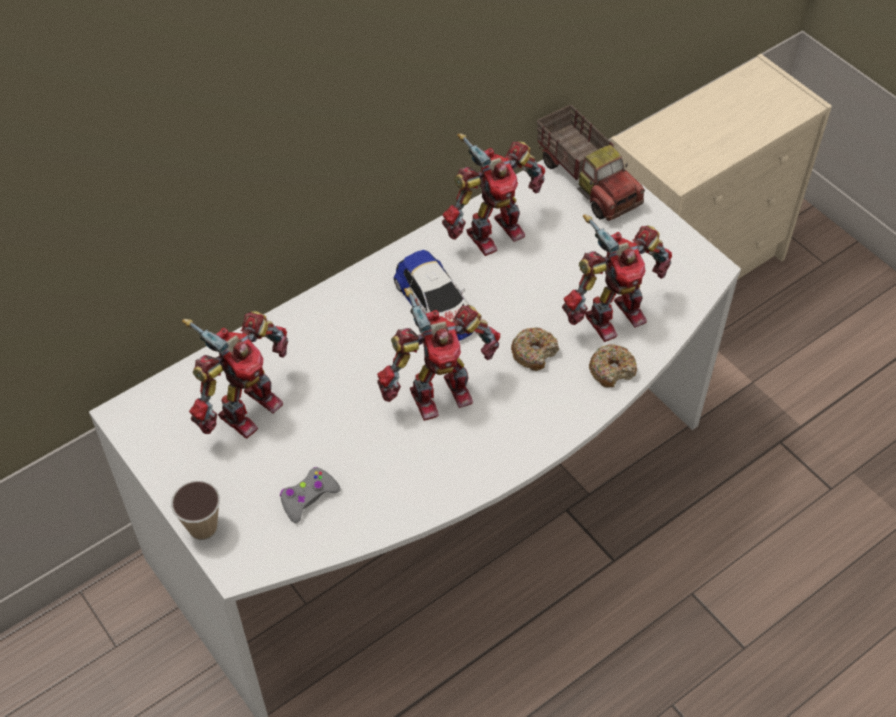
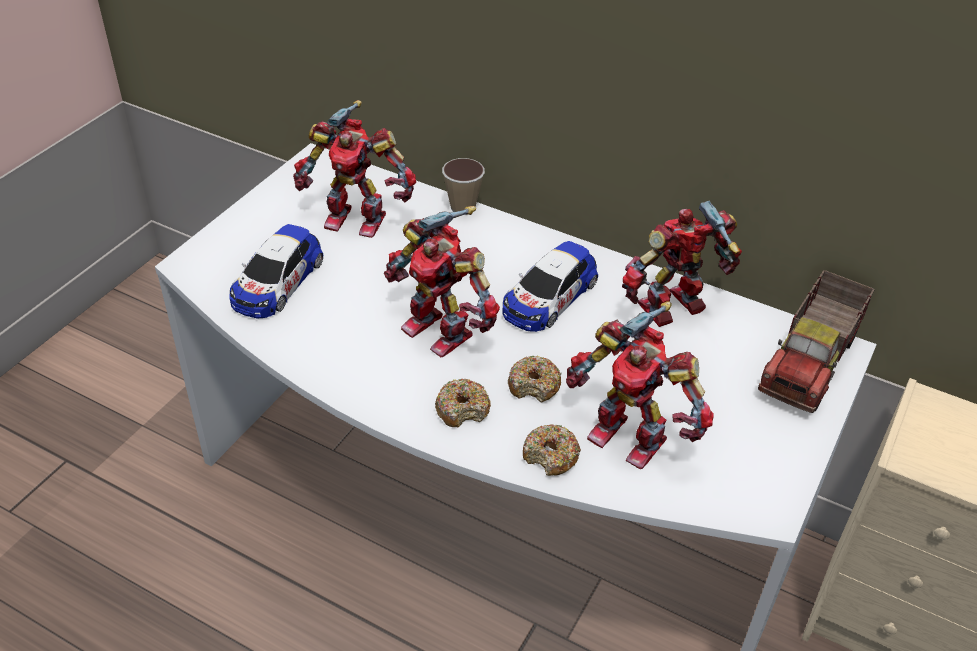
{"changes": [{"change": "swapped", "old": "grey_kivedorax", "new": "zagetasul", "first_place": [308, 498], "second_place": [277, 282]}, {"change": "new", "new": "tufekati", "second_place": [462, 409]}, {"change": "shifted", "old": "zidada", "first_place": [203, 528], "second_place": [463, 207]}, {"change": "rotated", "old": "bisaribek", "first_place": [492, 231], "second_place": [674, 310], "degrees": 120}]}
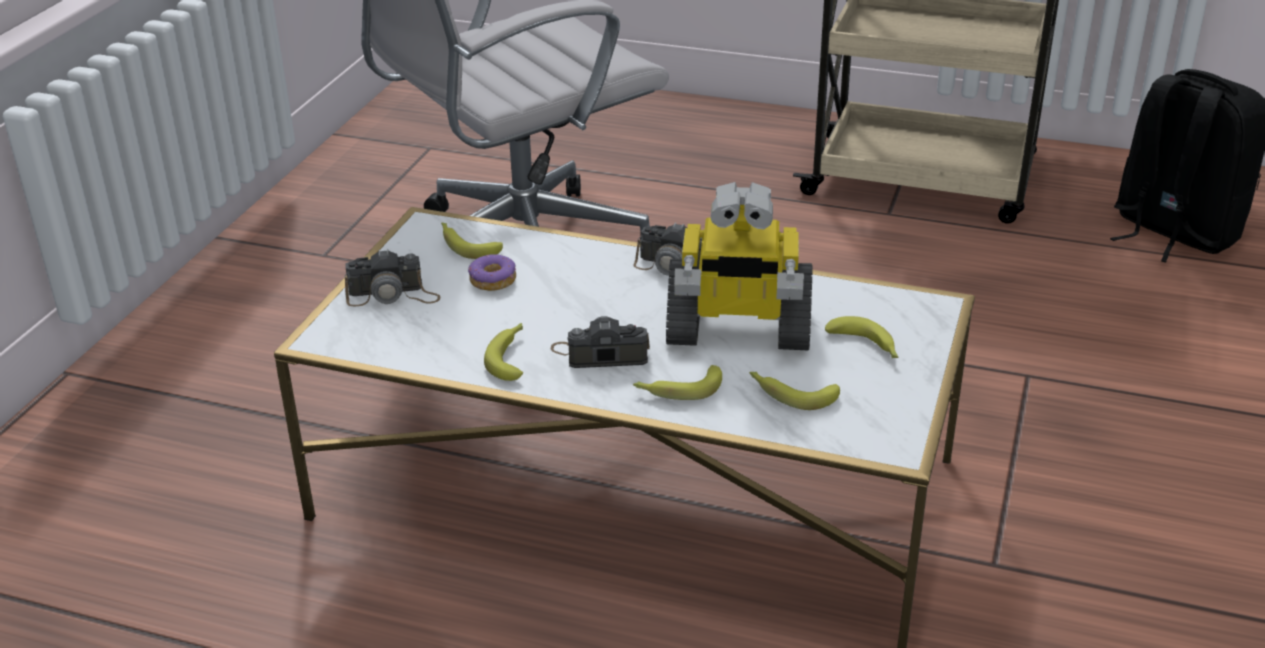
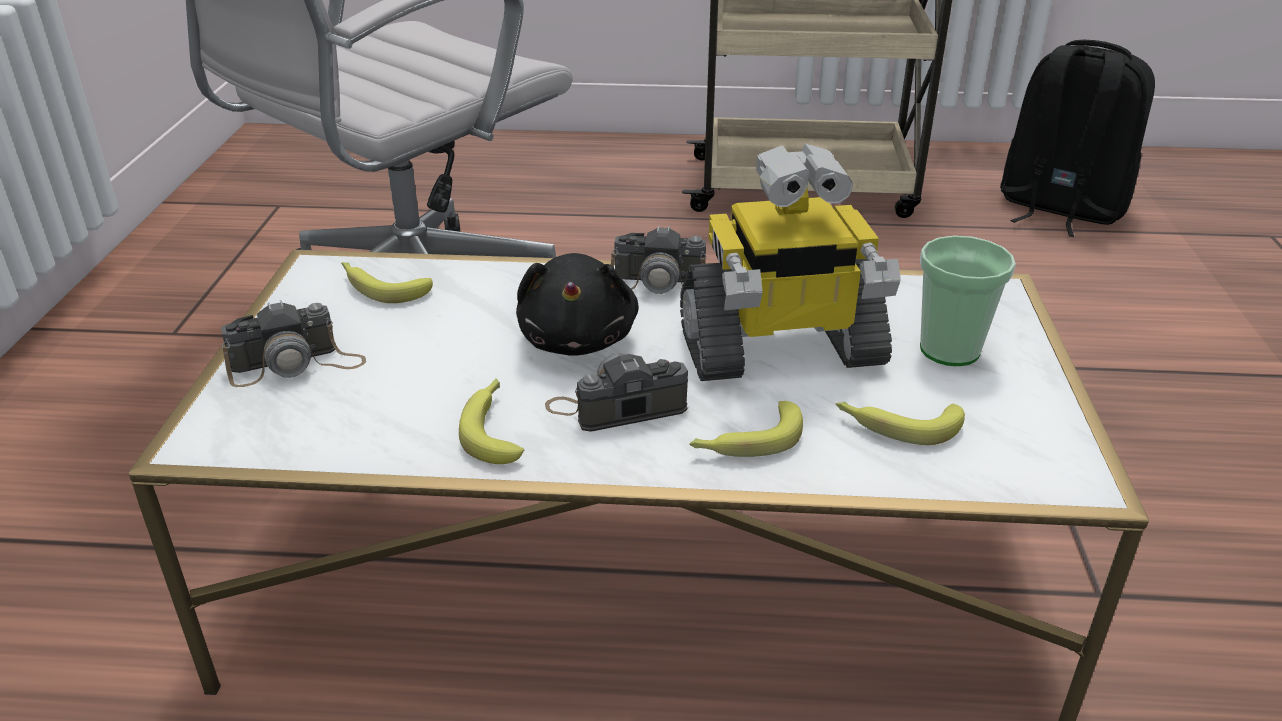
{"changes": [{"change": "new", "new": "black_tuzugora", "second_place": [578, 339]}, {"change": "swapped", "old": "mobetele", "new": "zidada", "first_place": [866, 346], "second_place": [949, 350]}, {"change": "gone", "old": "tufekati", "first_place": [493, 280]}]}
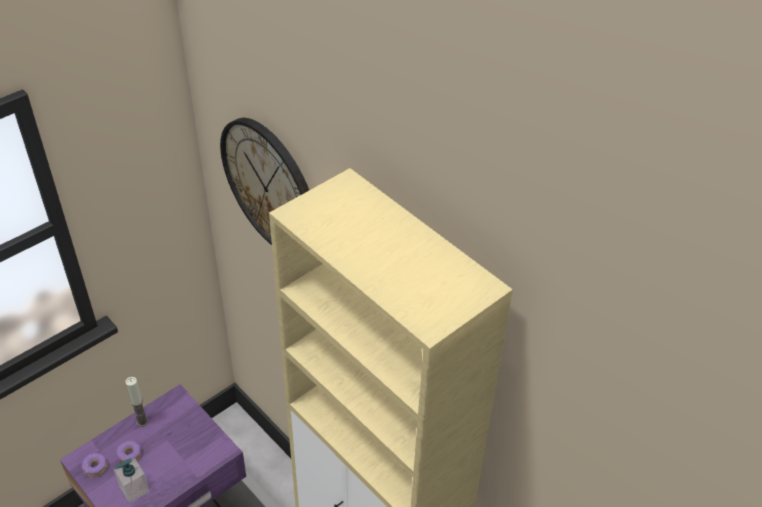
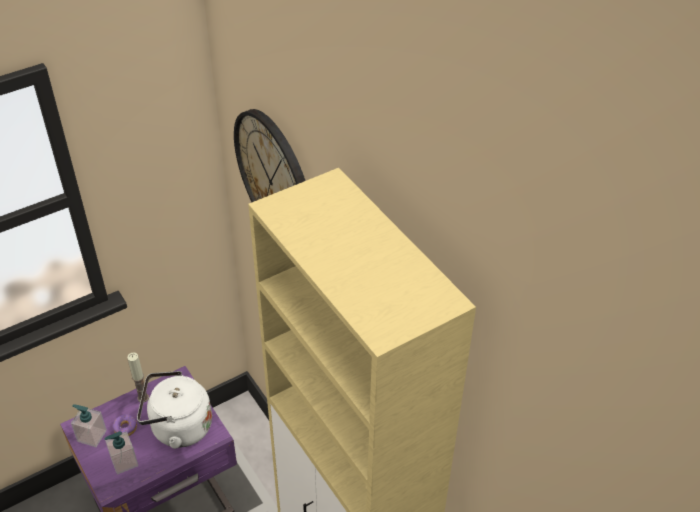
{"changes": [{"change": "swapped", "old": "tufekati", "new": "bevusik", "first_place": [95, 467], "second_place": [92, 436]}, {"change": "new", "new": "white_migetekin", "second_place": [177, 427]}]}
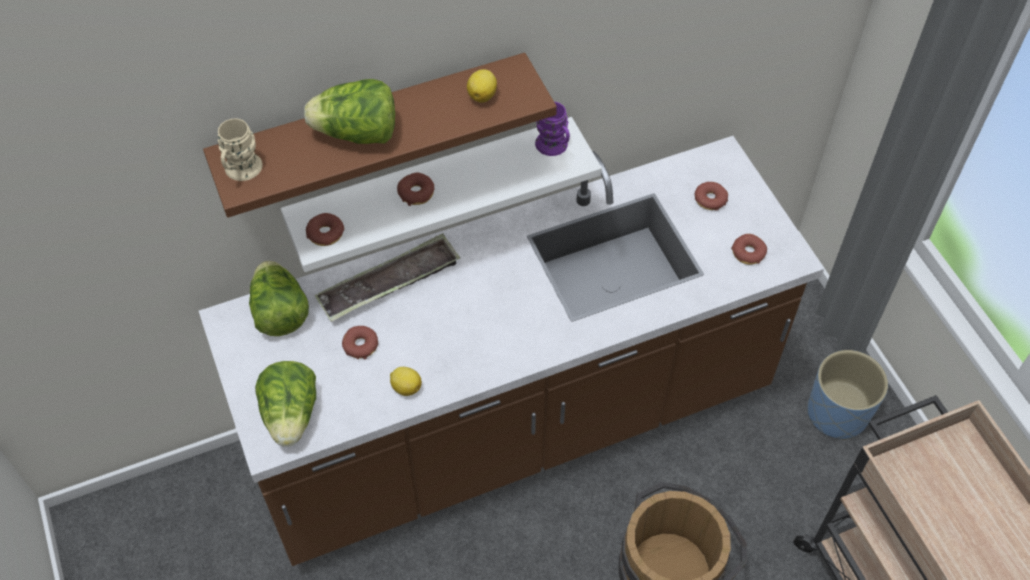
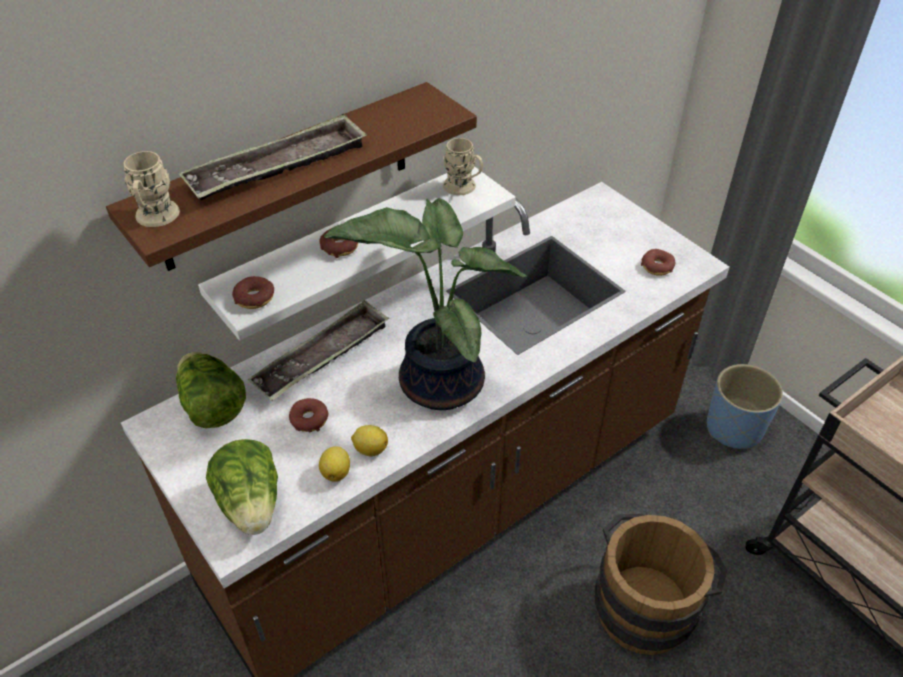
{"changes": [{"change": "swapped", "old": "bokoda", "new": "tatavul", "first_place": [357, 134], "second_place": [278, 167]}, {"change": "shifted", "old": "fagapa", "first_place": [482, 95], "second_place": [336, 472]}, {"change": "new", "new": "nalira", "second_place": [436, 381]}, {"change": "repainted", "old": "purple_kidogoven", "new": "beige_kidogoven", "first_place": [554, 148], "second_place": [464, 188]}, {"change": "gone", "old": "tufekati", "first_place": [710, 199]}]}
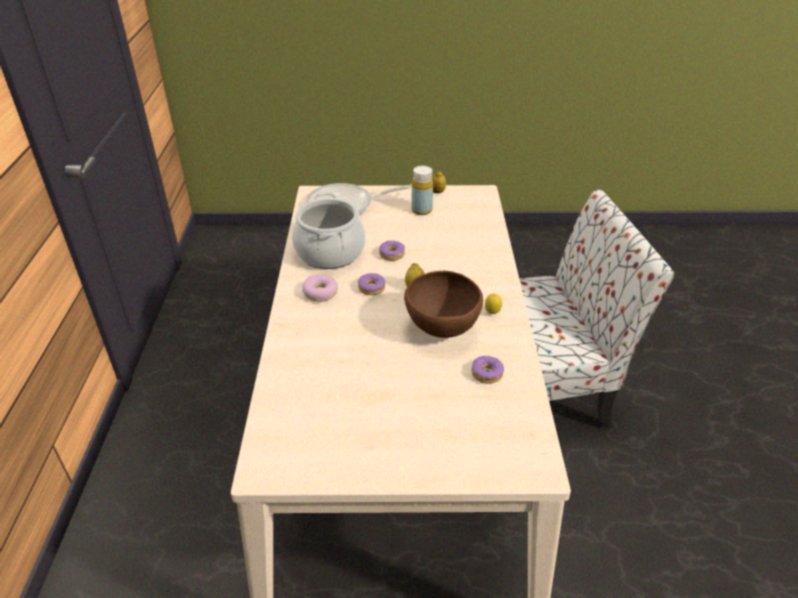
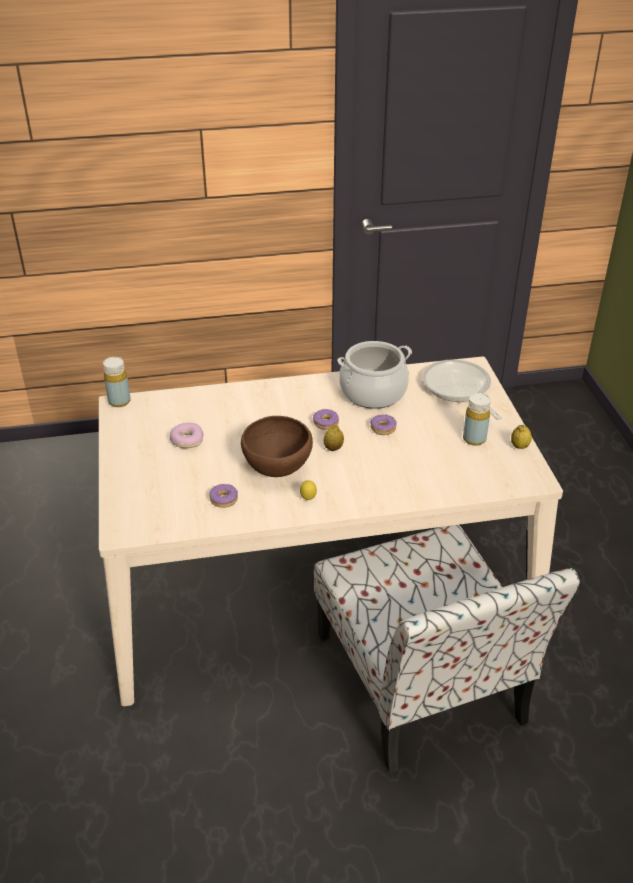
{"changes": [{"change": "new", "new": "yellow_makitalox", "second_place": [119, 401]}, {"change": "shifted", "old": "tufekati", "first_place": [320, 293], "second_place": [187, 440]}]}
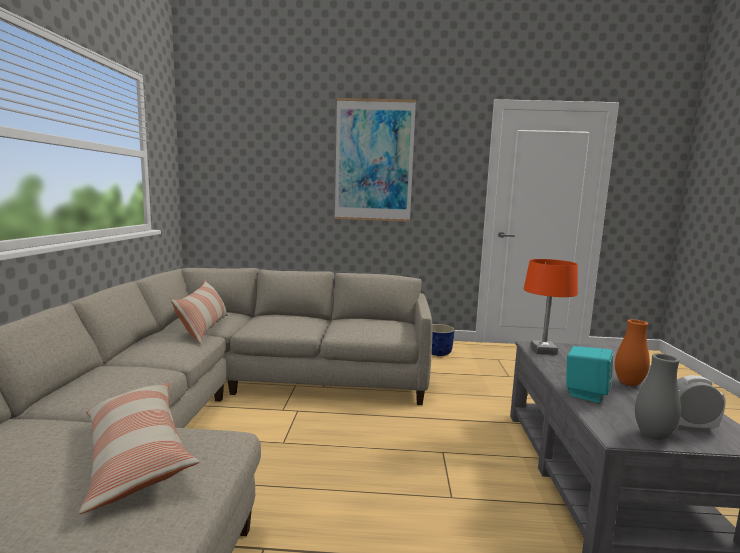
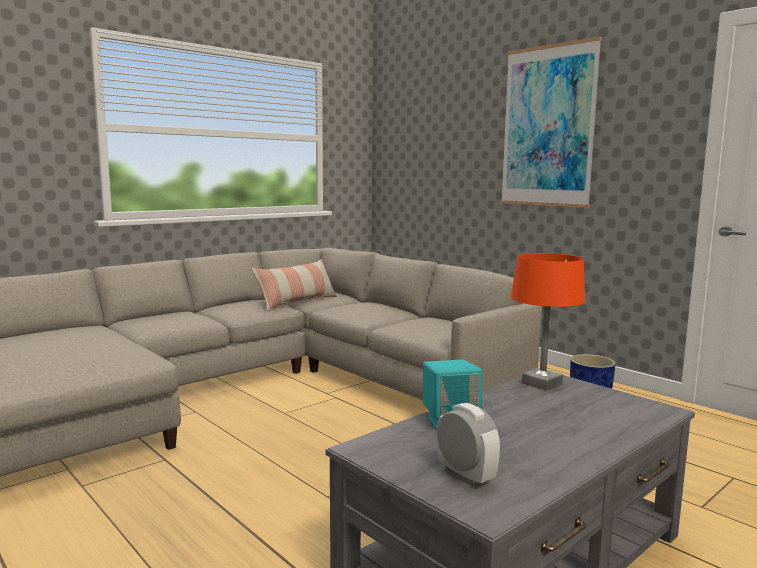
{"changes": [{"change": "gone", "old": "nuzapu", "first_place": [136, 454]}, {"change": "gone", "old": "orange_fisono", "first_place": [628, 383]}, {"change": "gone", "old": "grey_fisono", "first_place": [653, 435]}]}
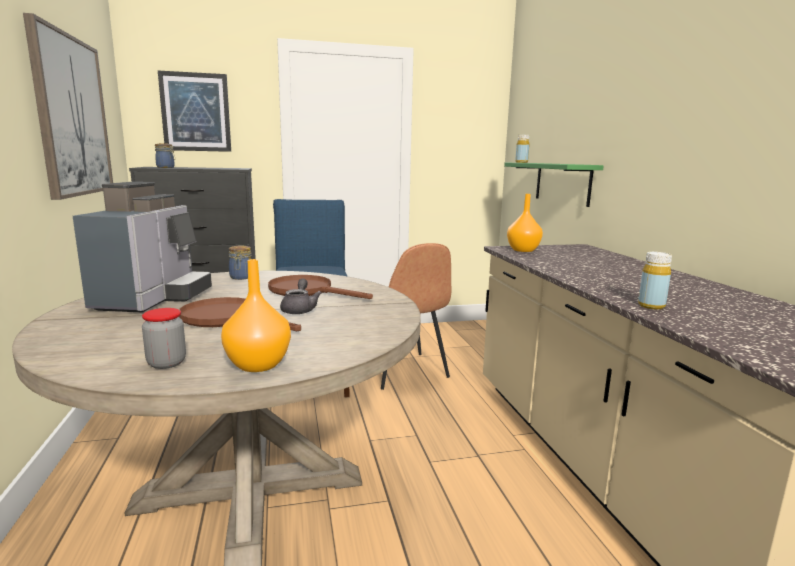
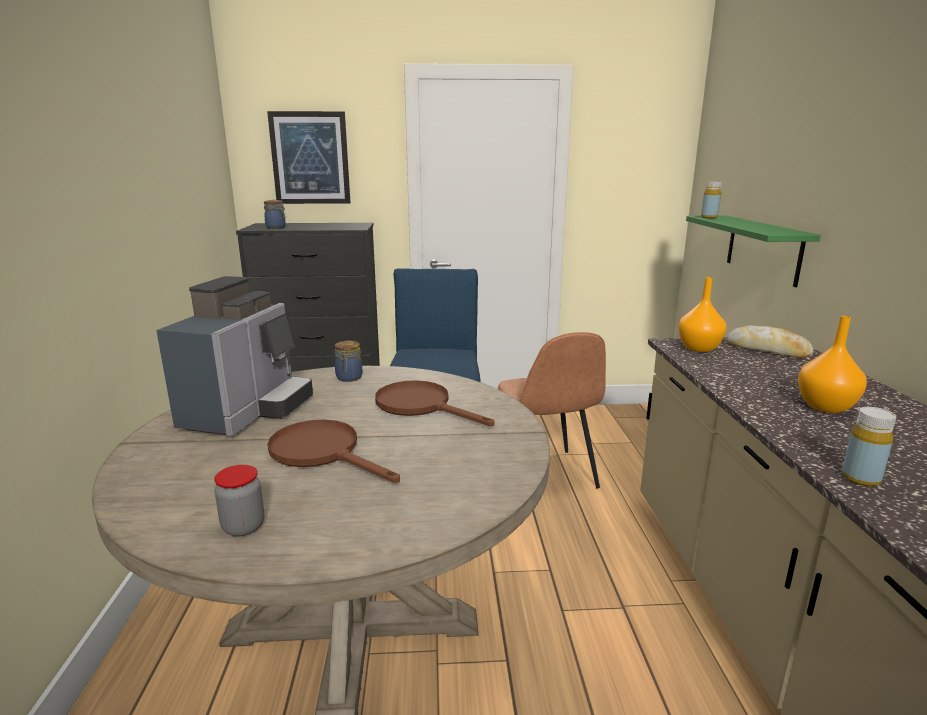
{"changes": [{"change": "new", "new": "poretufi", "second_place": [767, 350]}, {"change": "shifted", "old": "orange_fisono", "first_place": [258, 365], "second_place": [826, 407]}, {"change": "gone", "old": "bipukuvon", "first_place": [72, 116]}, {"change": "gone", "old": "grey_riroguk", "first_place": [299, 309]}]}
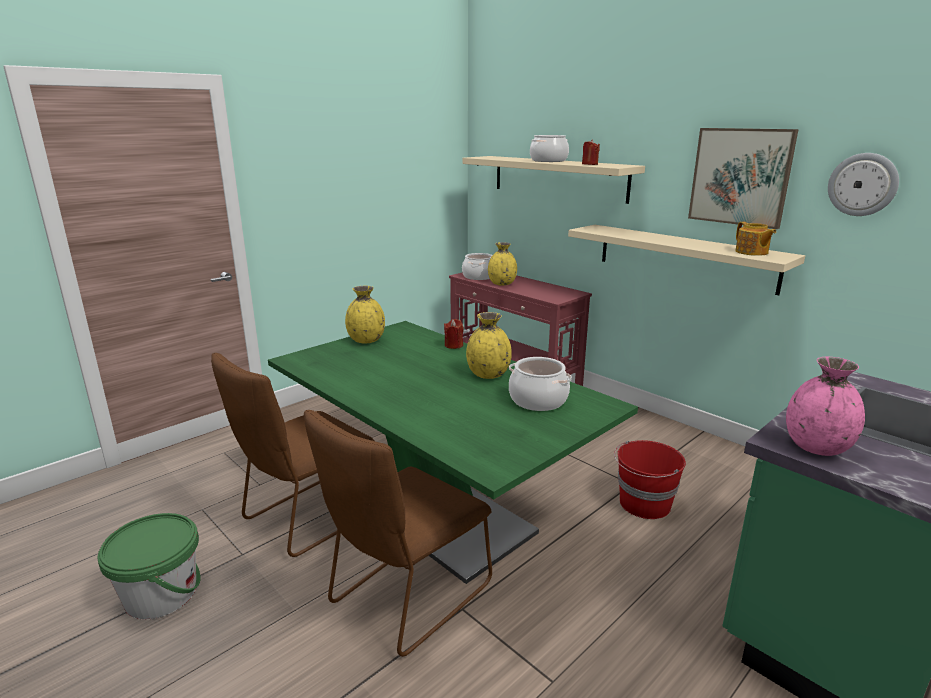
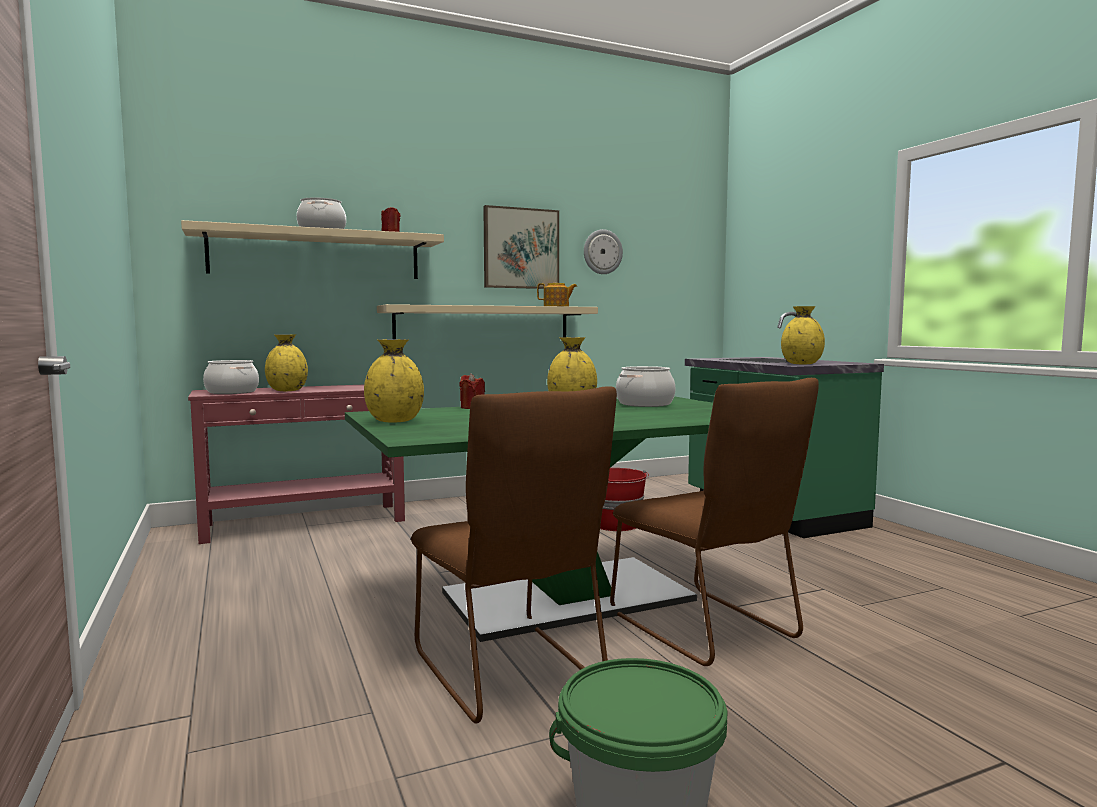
{"changes": [{"change": "repainted", "old": "pink_fisono", "new": "yellow_fisono", "first_place": [817, 448], "second_place": [802, 364]}]}
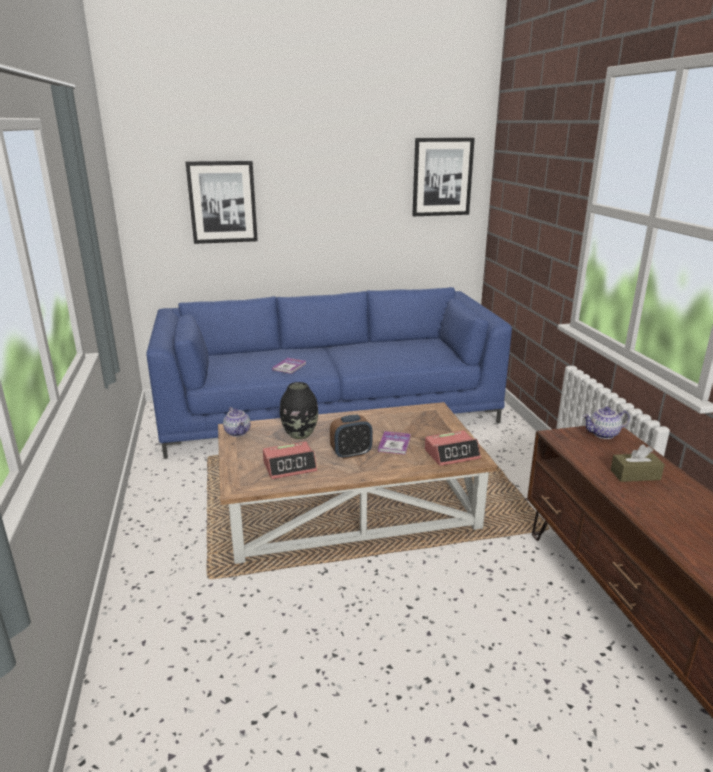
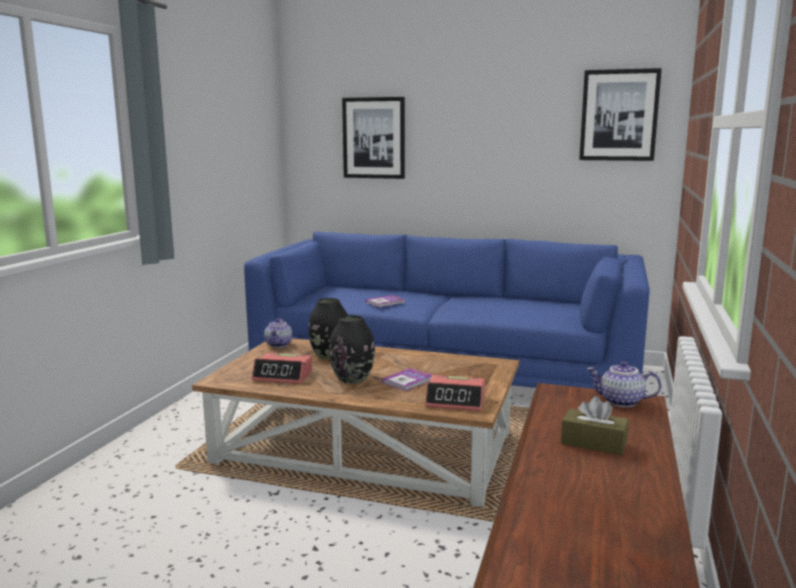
{"changes": [{"change": "swapped", "old": "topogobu", "new": "black_fisono", "first_place": [351, 454], "second_place": [353, 379]}]}
